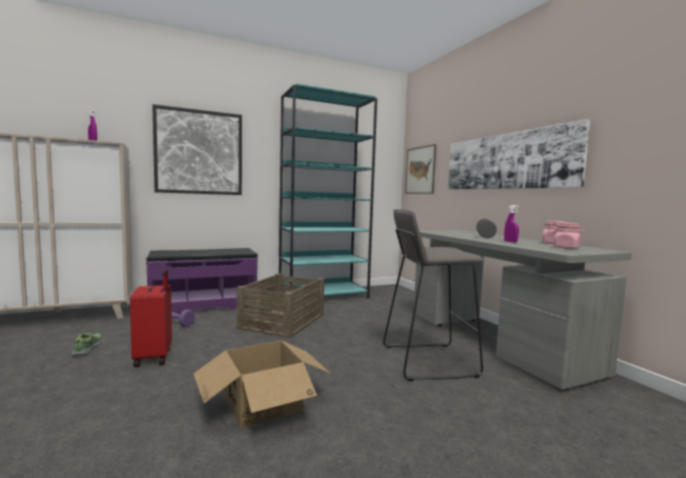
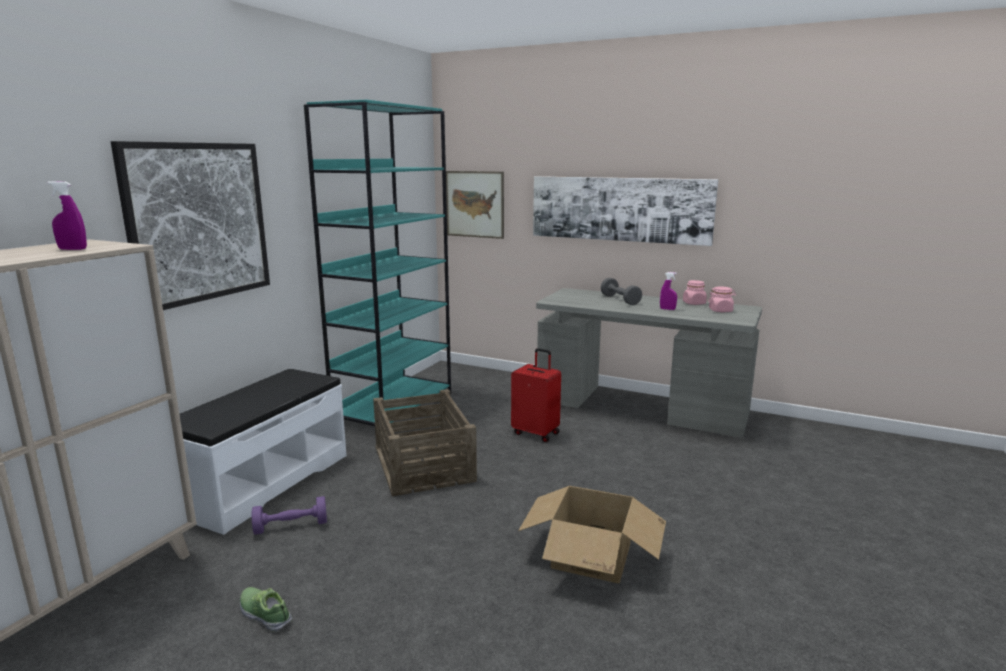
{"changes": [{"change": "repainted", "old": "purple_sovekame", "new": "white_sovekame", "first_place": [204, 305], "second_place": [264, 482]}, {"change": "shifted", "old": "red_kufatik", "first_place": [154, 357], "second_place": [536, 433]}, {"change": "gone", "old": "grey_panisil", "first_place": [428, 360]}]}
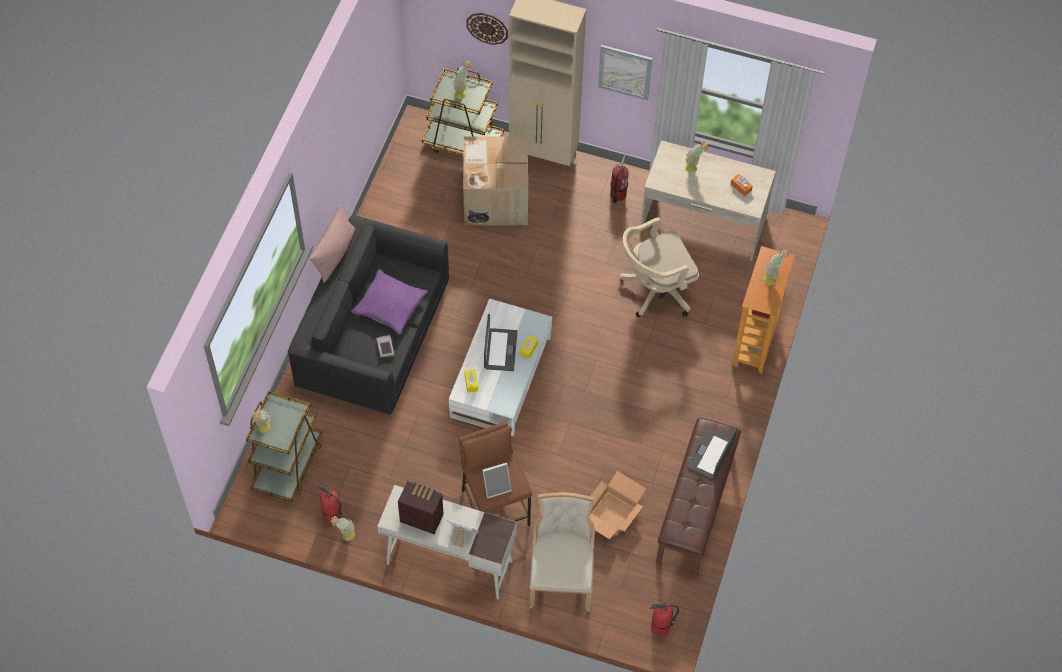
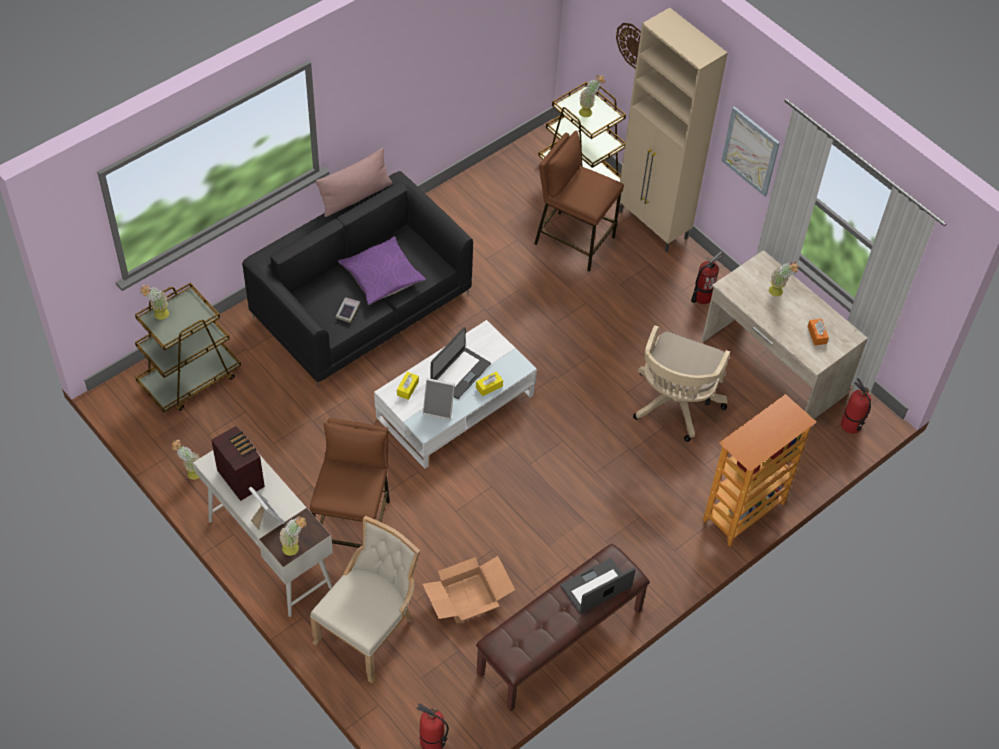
{"changes": [{"change": "shifted", "old": "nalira", "first_place": [772, 278], "second_place": [295, 548]}, {"change": "shifted", "old": "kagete", "first_place": [496, 486], "second_place": [439, 408]}, {"change": "swapped", "old": "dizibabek", "new": "brown_panisil", "first_place": [494, 198], "second_place": [574, 240]}, {"change": "rotated", "old": "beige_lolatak", "first_place": [655, 290], "second_place": [674, 406], "degrees": -75}, {"change": "shifted", "old": "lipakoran", "first_place": [332, 516], "second_place": [850, 425]}]}
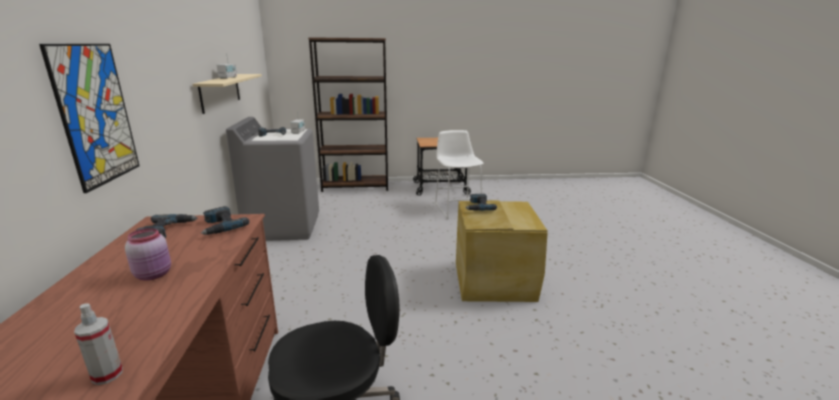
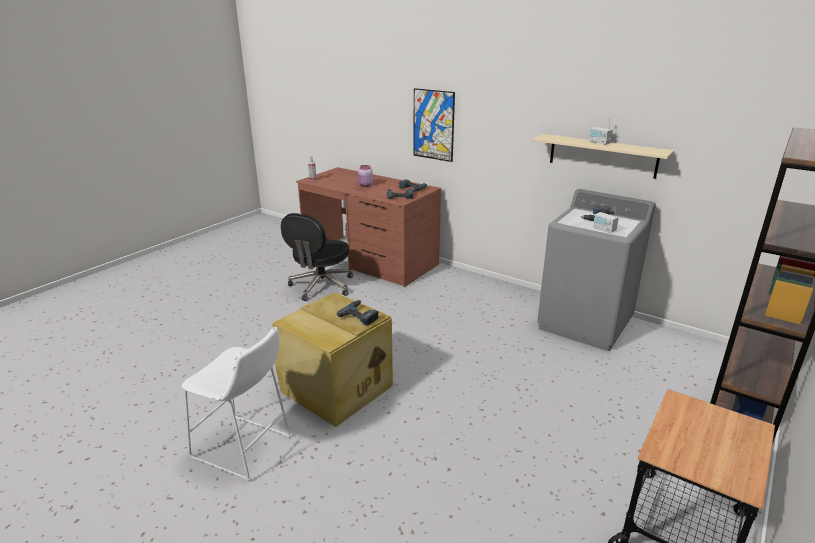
{"changes": [{"change": "shifted", "old": "white_panisil", "first_place": [457, 208], "second_place": [245, 449]}]}
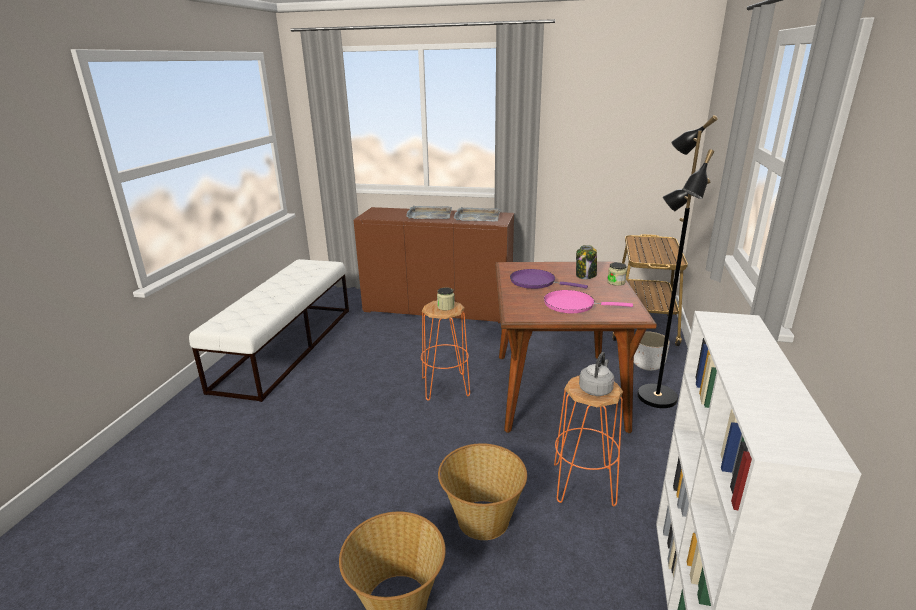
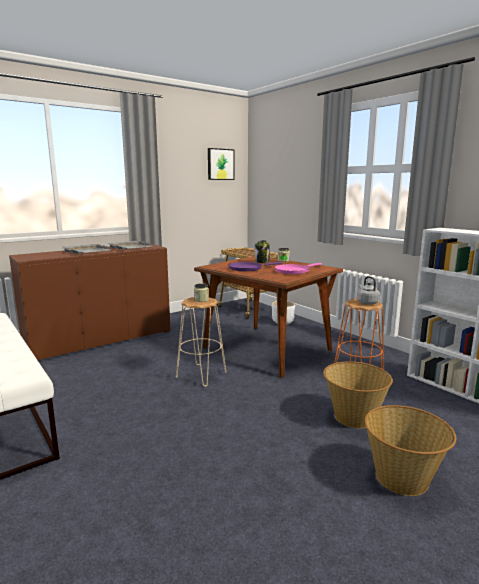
{"changes": [{"change": "repainted", "old": "orange_panisil", "new": "beige_panisil", "first_place": [445, 386], "second_place": [201, 375]}, {"change": "new", "new": "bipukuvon", "second_place": [220, 164]}, {"change": "gone", "old": "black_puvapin", "first_place": [655, 397]}]}
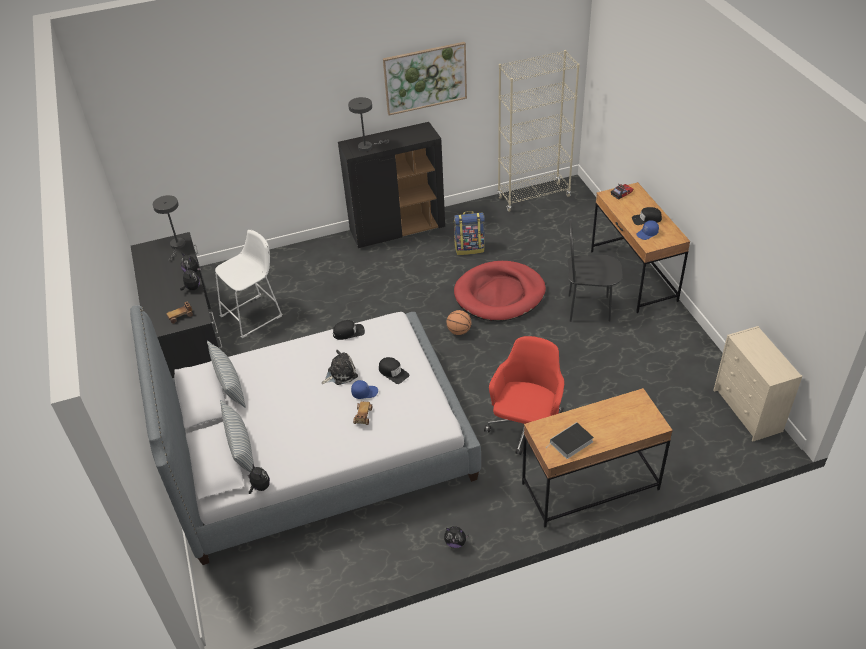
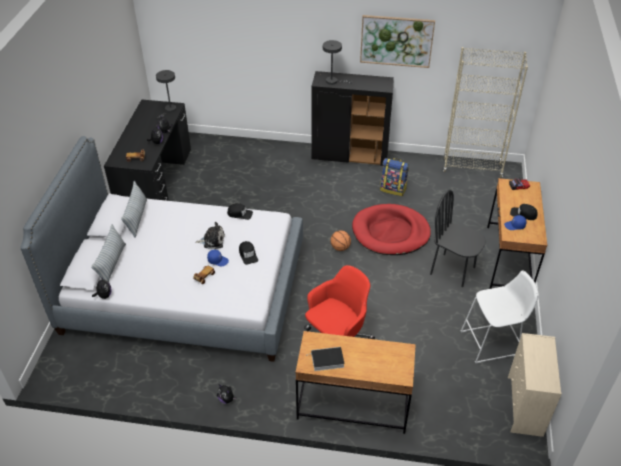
{"changes": [{"change": "shifted", "old": "white_panisil", "first_place": [254, 315], "second_place": [492, 343]}]}
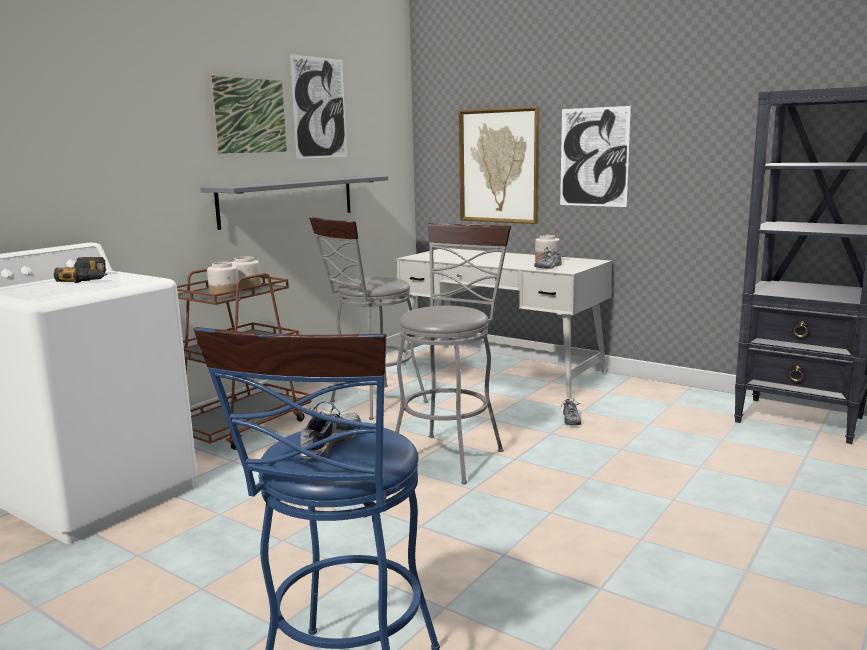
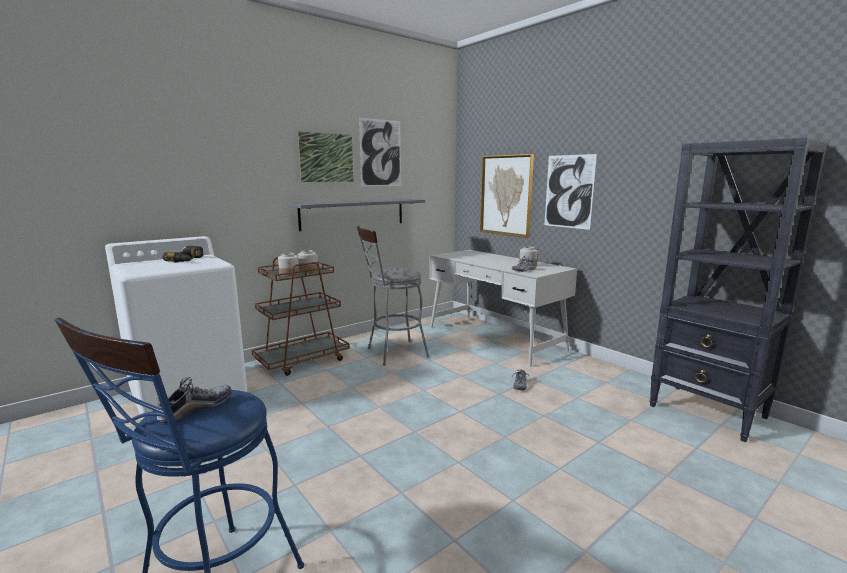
{"changes": [{"change": "gone", "old": "grey_panisil", "first_place": [451, 454]}]}
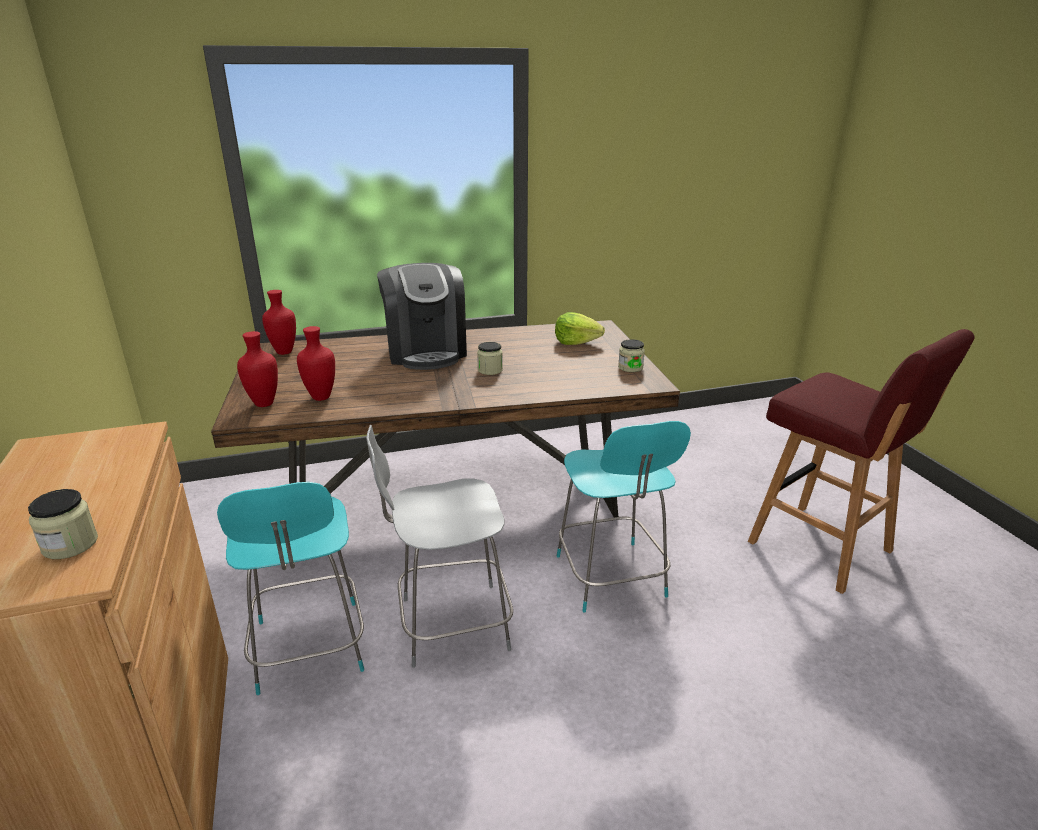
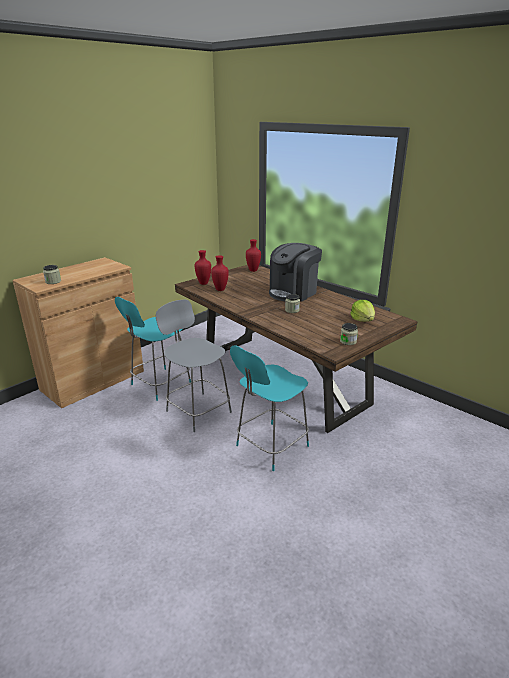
{"changes": [{"change": "gone", "old": "red_panisil", "first_place": [822, 548]}]}
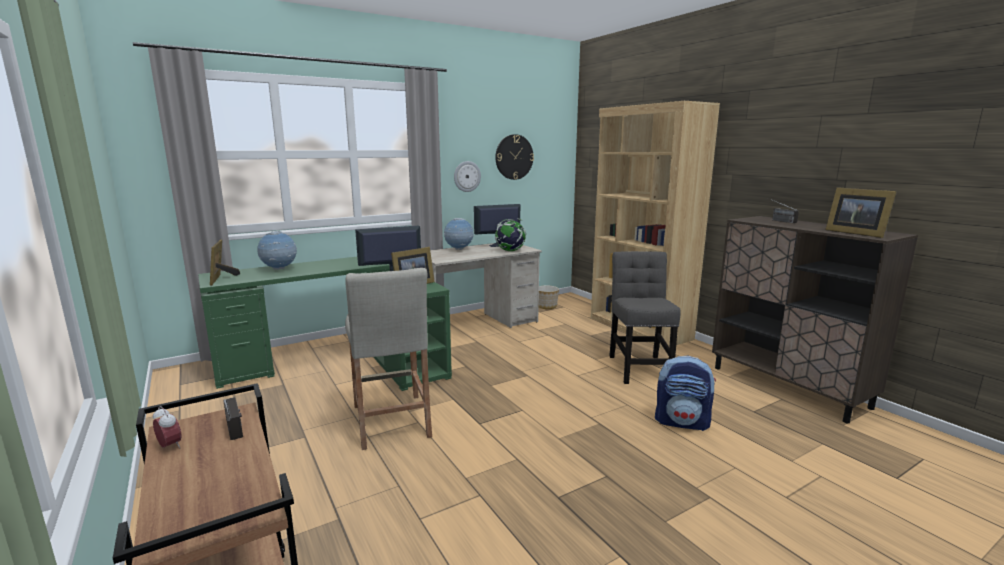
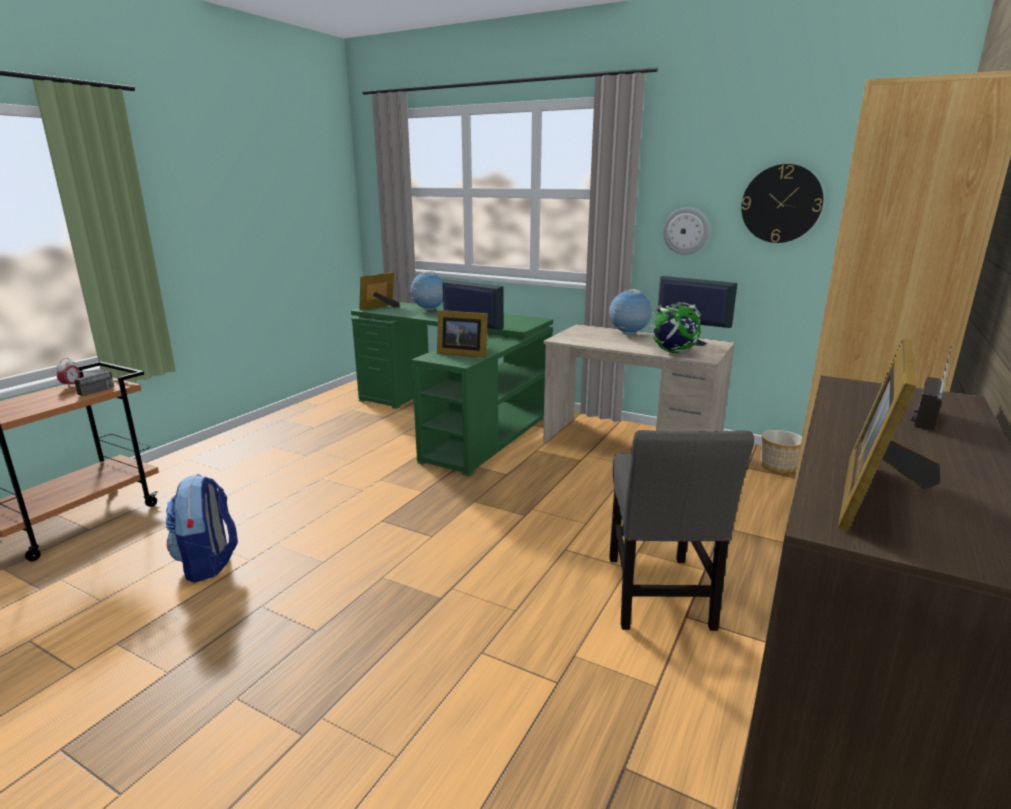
{"changes": [{"change": "shifted", "old": "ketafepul", "first_place": [682, 422], "second_place": [208, 563]}, {"change": "rotated", "old": "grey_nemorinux", "first_place": [639, 367], "second_place": [658, 596], "degrees": 120}, {"change": "gone", "old": "beige_panisil", "first_place": [391, 420]}]}
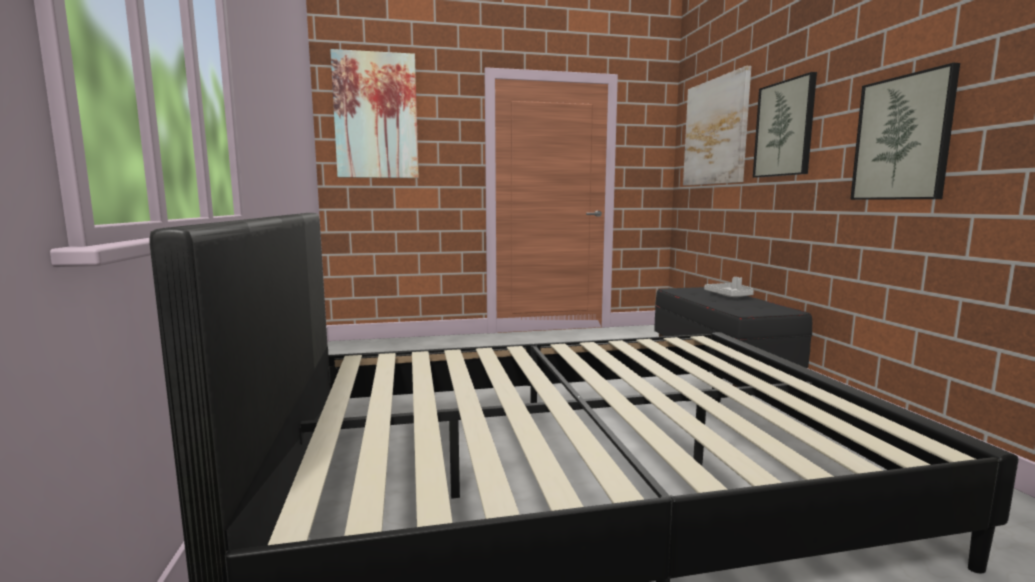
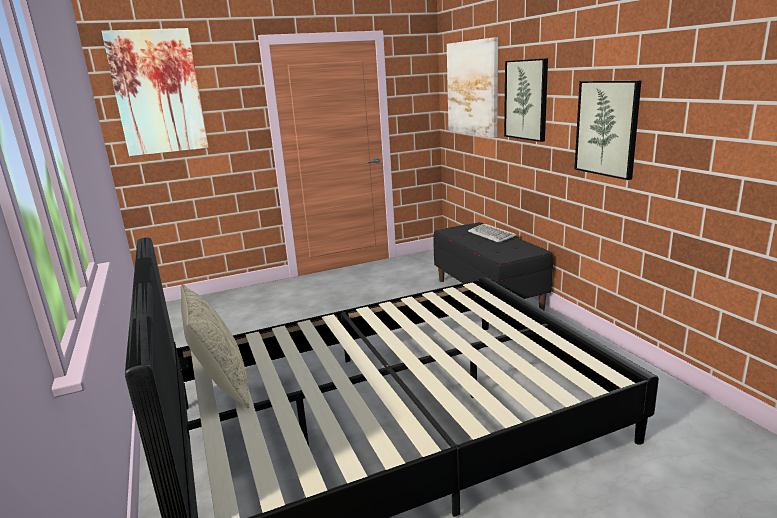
{"changes": [{"change": "new", "new": "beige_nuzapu", "second_place": [222, 386]}, {"change": "swapped", "old": "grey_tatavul", "new": "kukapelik", "first_place": [730, 296], "second_place": [492, 235]}]}
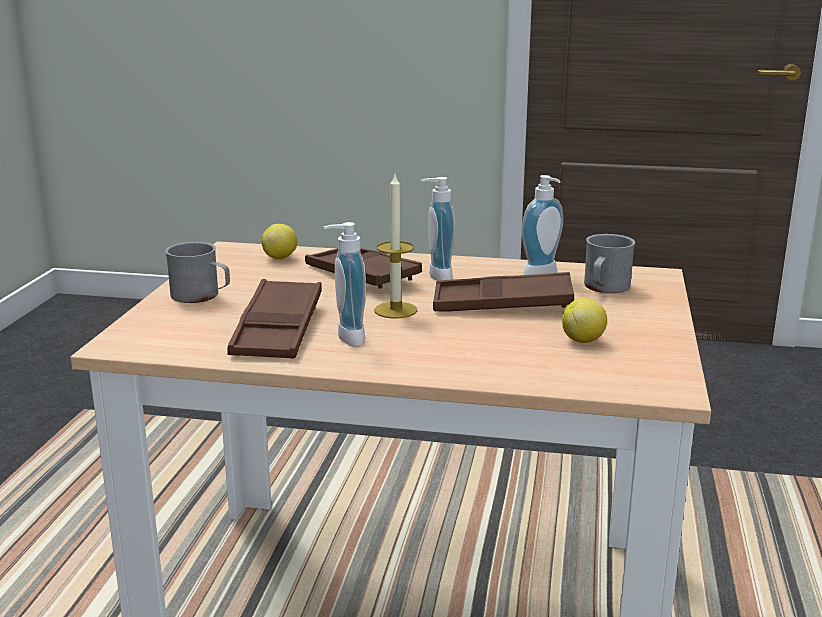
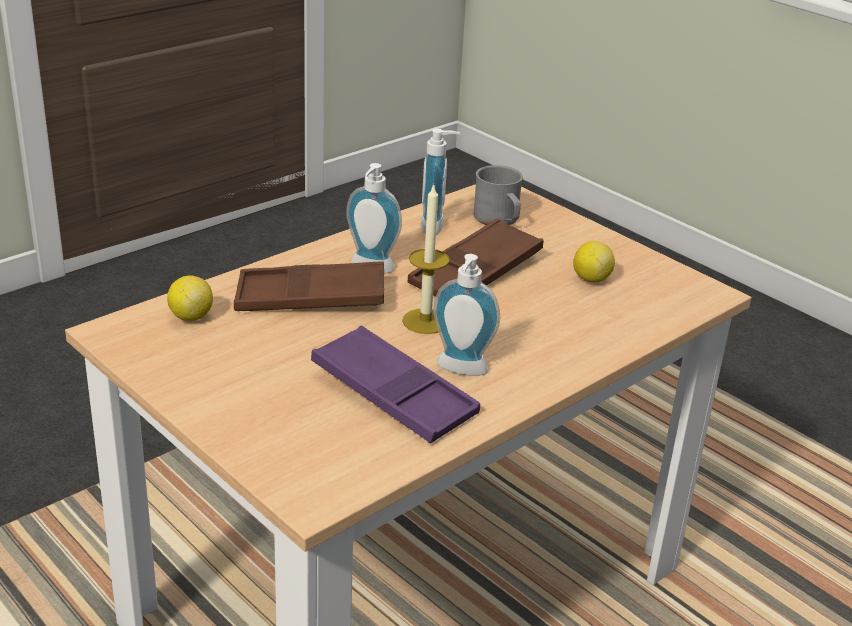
{"changes": [{"change": "repainted", "old": "brown_tatavul", "new": "purple_tatavul", "first_place": [278, 329], "second_place": [393, 394]}, {"change": "gone", "old": "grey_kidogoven", "first_place": [201, 296]}]}
